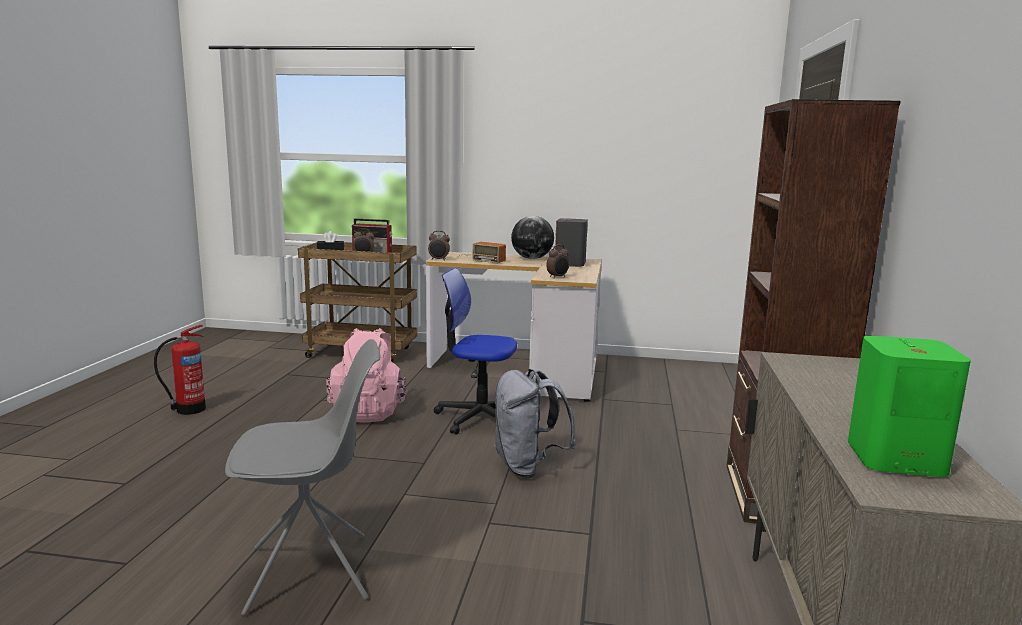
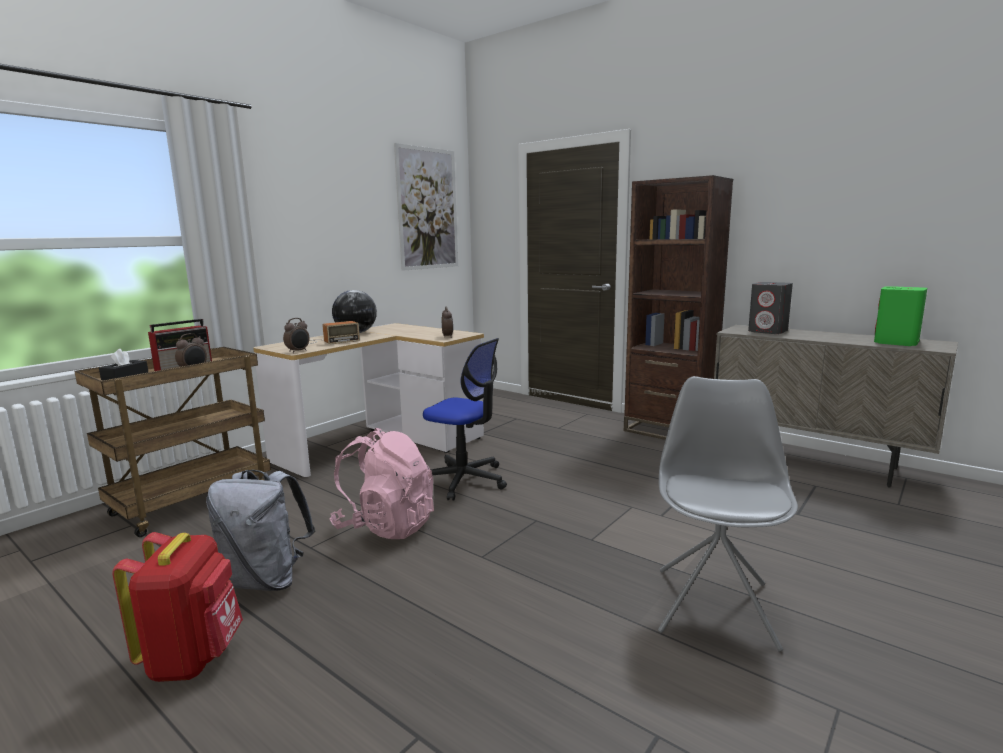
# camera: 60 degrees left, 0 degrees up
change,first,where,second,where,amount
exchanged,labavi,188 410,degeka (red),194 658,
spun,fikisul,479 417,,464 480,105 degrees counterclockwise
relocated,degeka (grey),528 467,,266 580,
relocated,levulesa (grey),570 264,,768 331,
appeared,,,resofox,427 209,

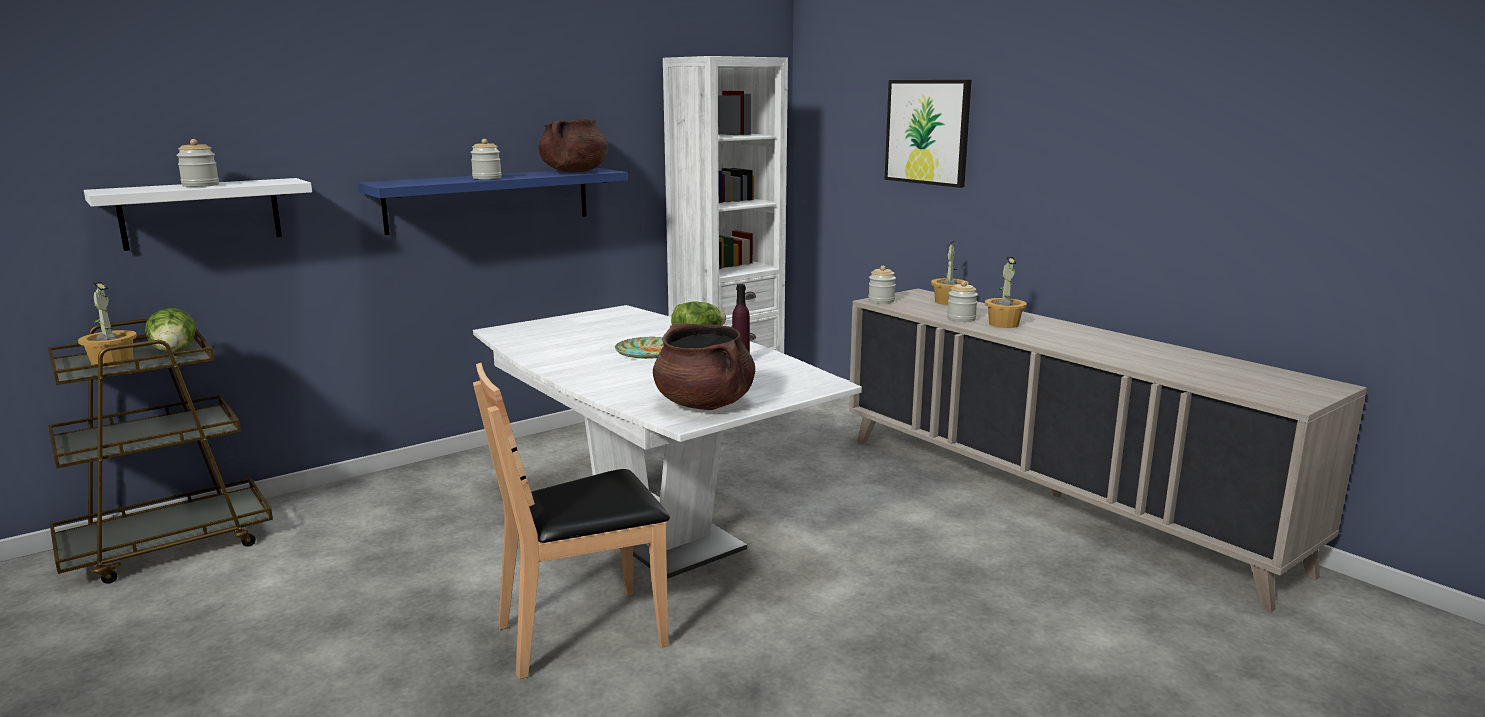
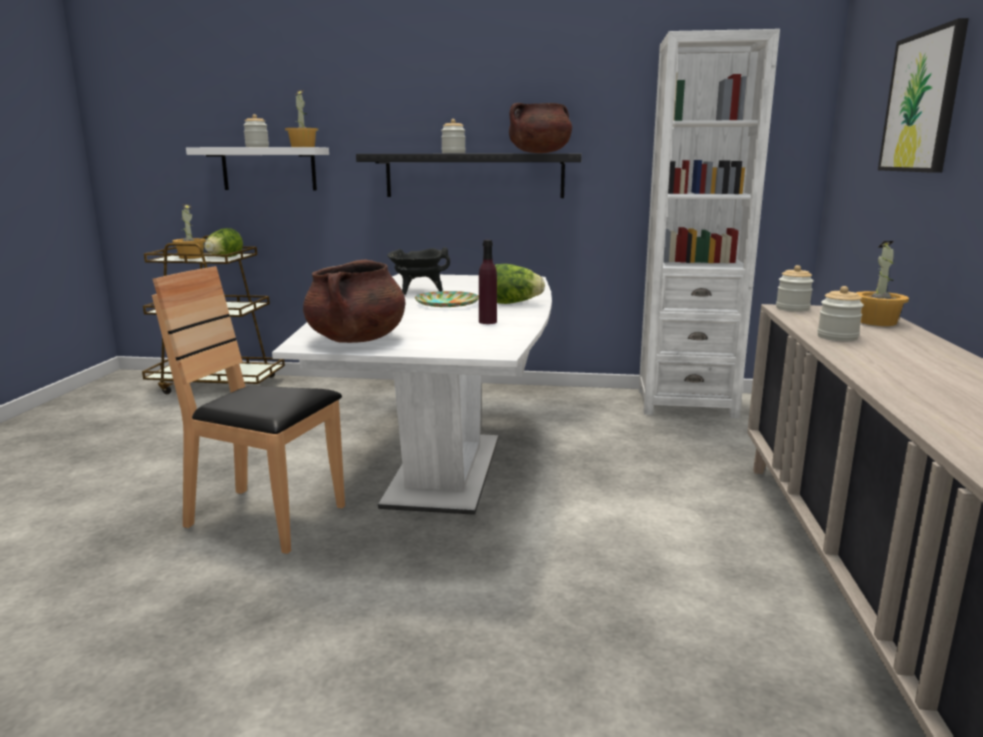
# camera: 45 degrees right, 0 degrees up
change,first,where,second,where,amount
colour,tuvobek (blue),490 200,tuvobek (black),474 175,
relocated,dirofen,1003 324,,303 147,
appeared,,,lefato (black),418 291,

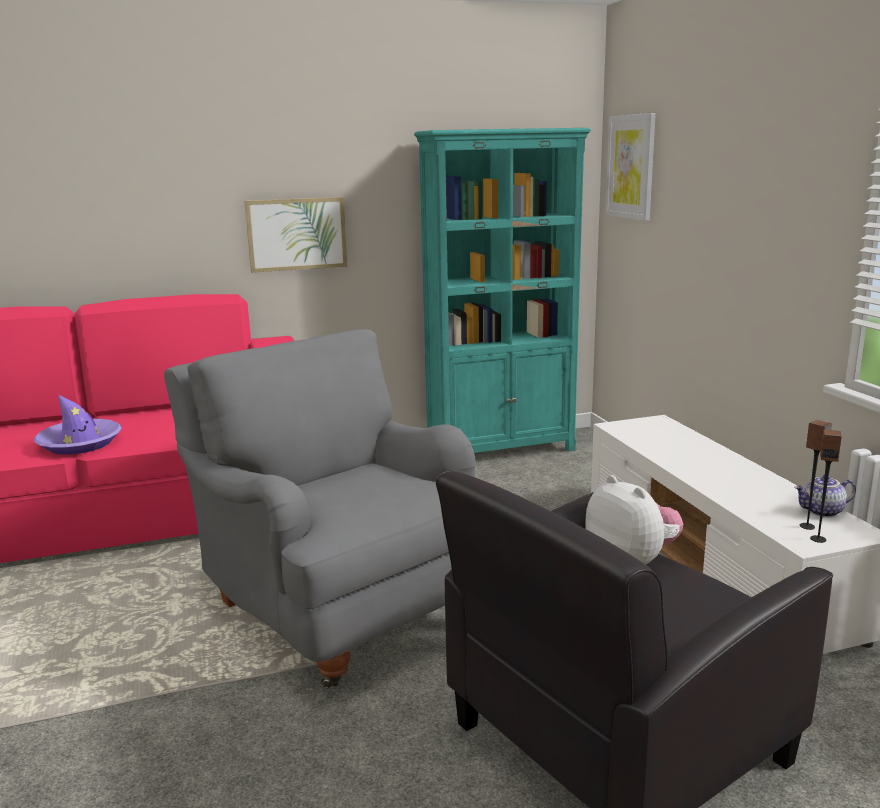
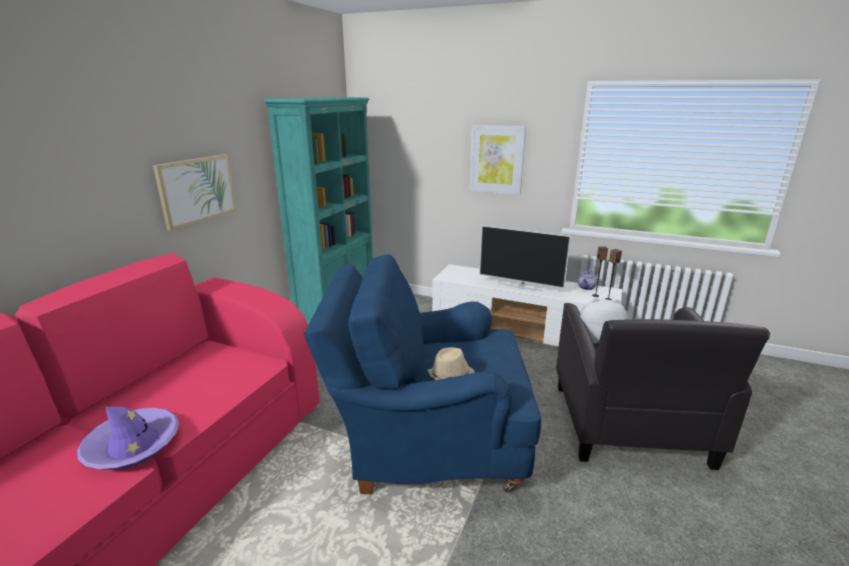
# camera: 50 degrees left, 5 degrees up
change,first,where,second,where,amount
colour,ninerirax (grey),340 607,ninerirax (blue),429 447,
relocated,resofox,630 167,,496 159,
appeared,,,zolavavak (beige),450 376,
appeared,,,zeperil,520 286,

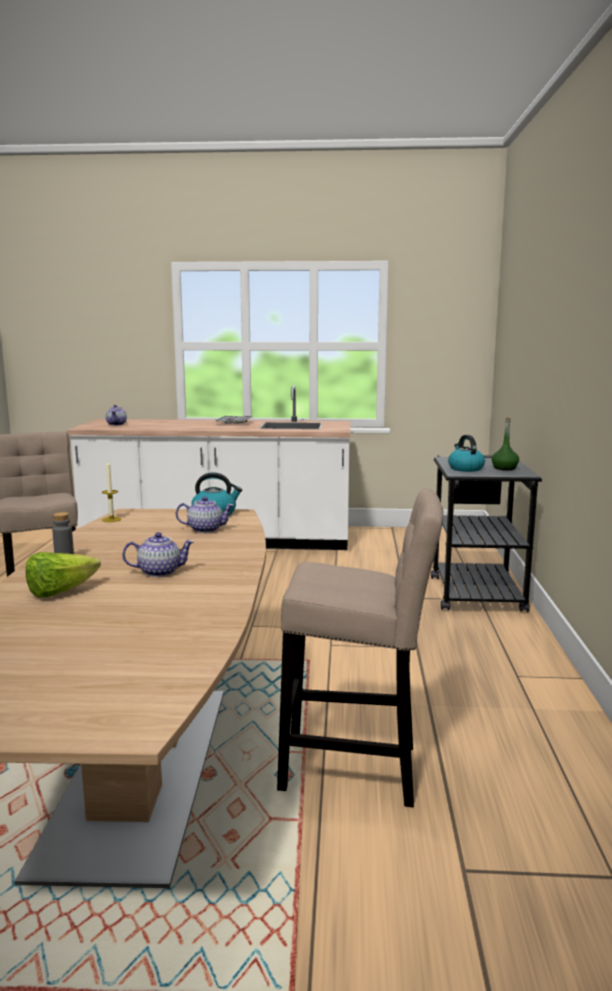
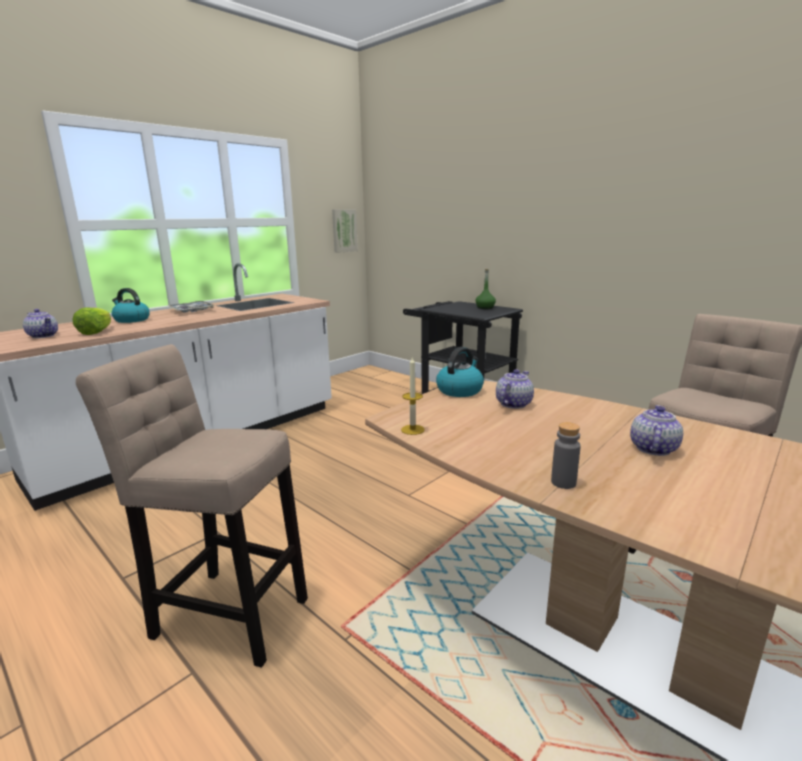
# camera: 50 degrees left, 5 degrees up
change,first,where,second,where,amount
relocated,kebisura,60 592,,96 332,
relocated,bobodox,465 468,,131 320,
appeared,,,resofox,343 230,

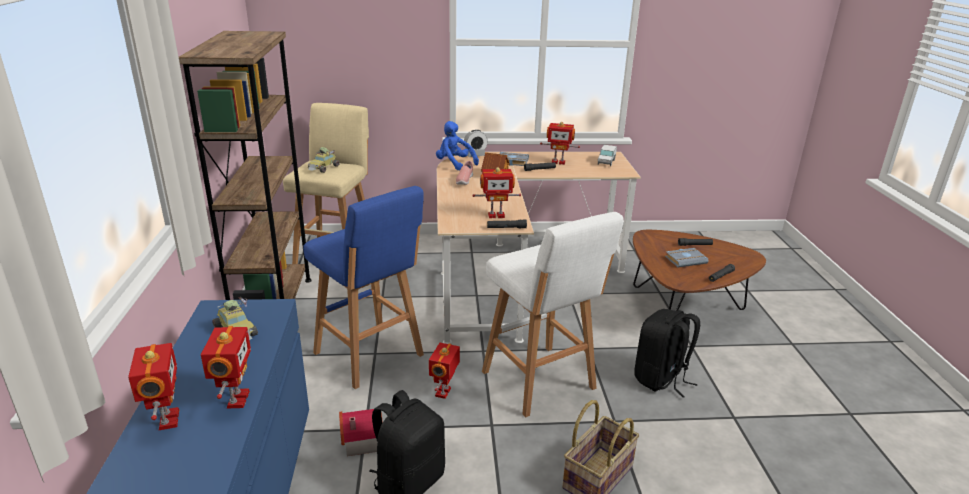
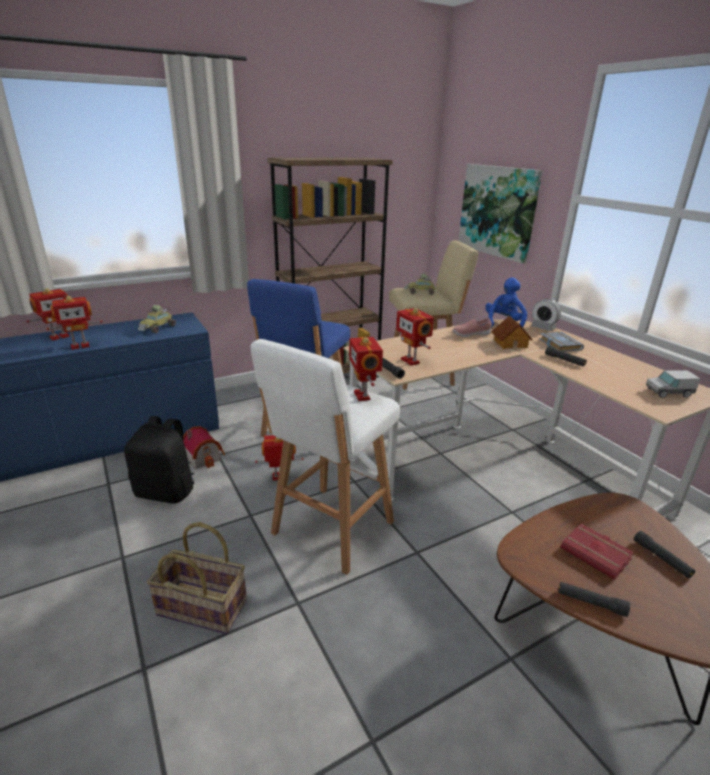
# camera: 65 degrees right, 0 degrees up
change,first,where,second,where,amount
relocated,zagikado,558 162,,363 395,
missing,degeka (black),661 379,,,
colour,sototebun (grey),686 260,sototebun (red),597 554,
appeared,,,resofox,498 211,

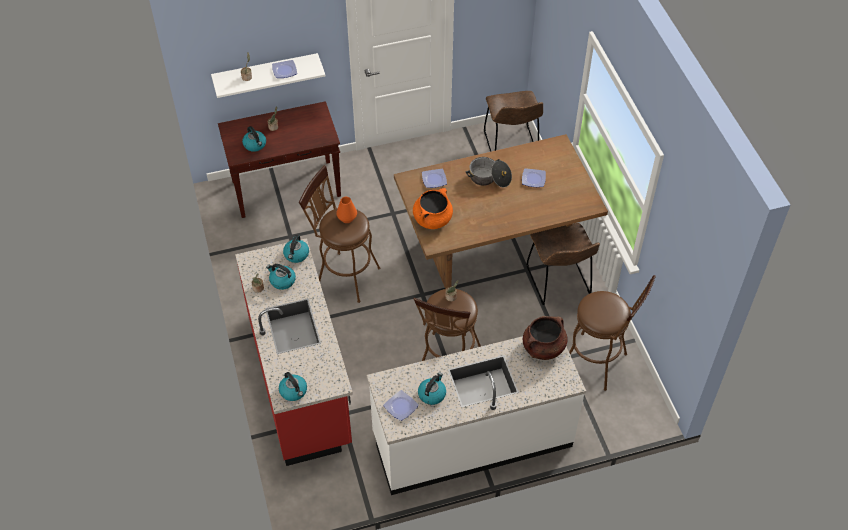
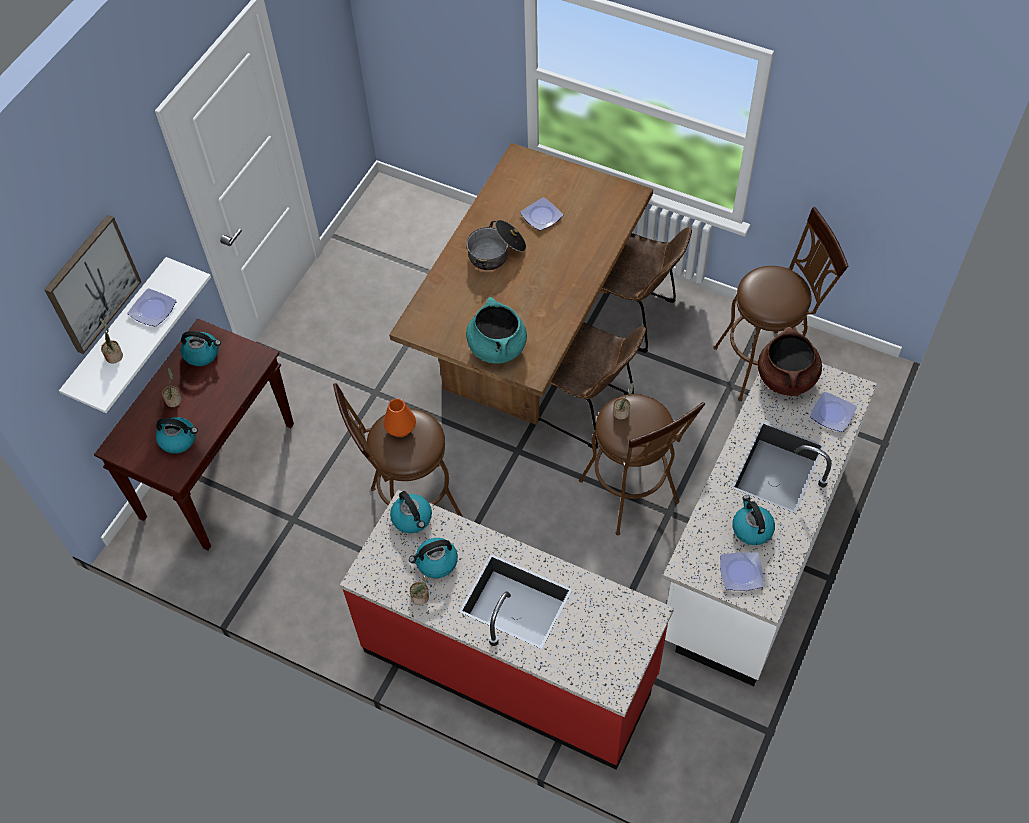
# camera: 45 degrees left, 5 degrees up
change,first,where,second,where,amount
relocated,bobodox,294 391,,202 353,
colour,lefato (orange),432 219,lefato (turquoise),497 347,
relocated,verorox,434 179,,832 413,
relocated,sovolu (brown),511 147,,587 409,
appeared,,,resofox,92 284,

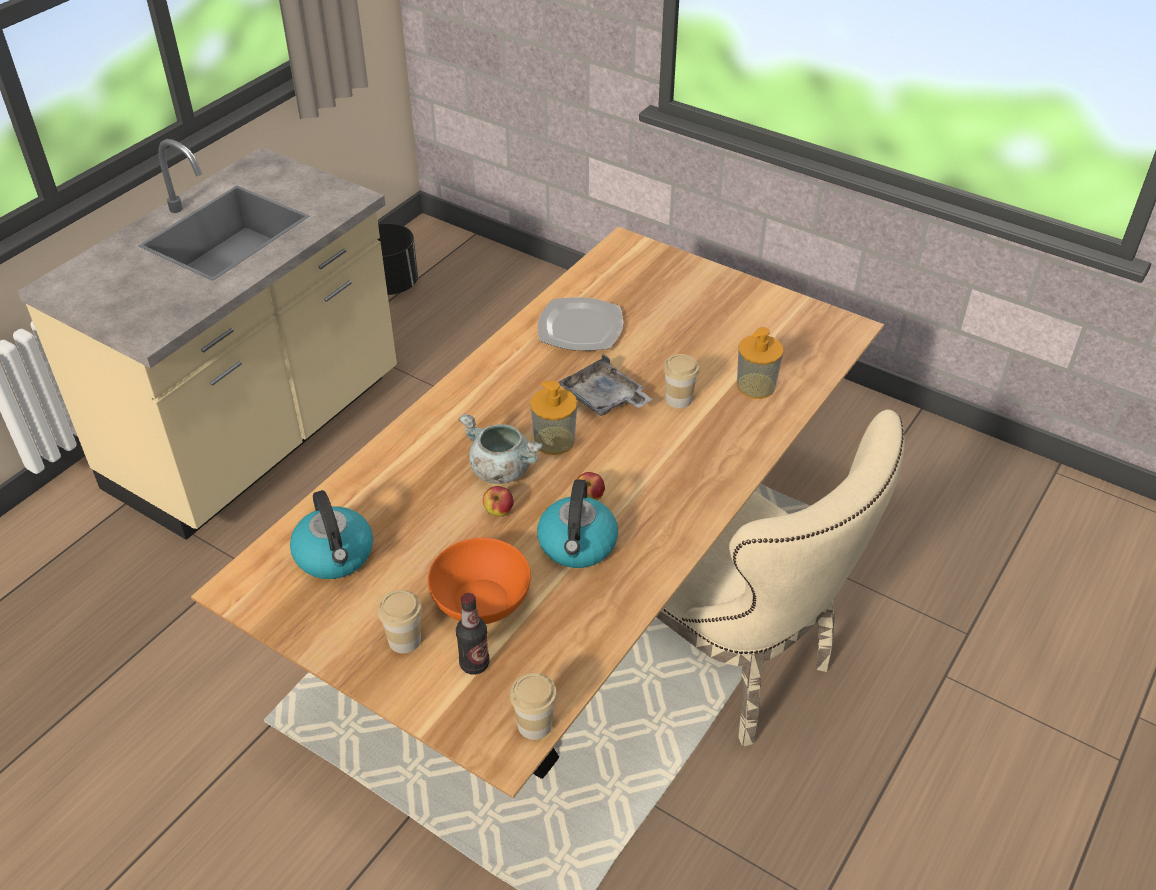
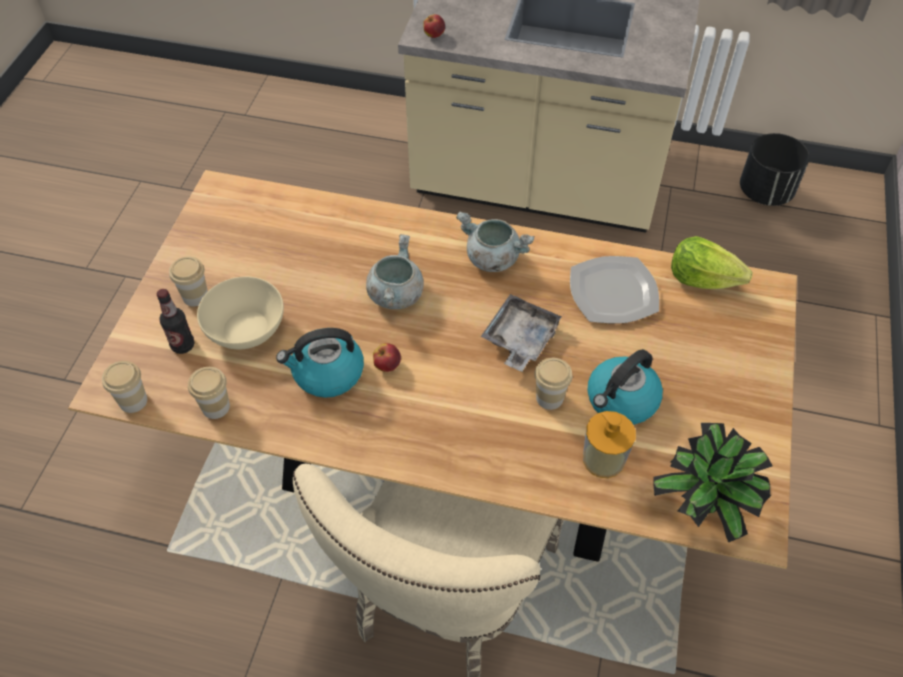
# camera: 70 degrees right, 10 degrees up
change,first,where,second,where,amount
relocated,bobodox,335 556,,621 401,
colour,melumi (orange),481 602,melumi (beige),245 329,
relocated,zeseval,499 511,,434 35,
missing,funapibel,554 441,,,
appeared,,,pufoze,216 407,
appeared,,,lefato (grey),492 258,
appeared,,,dirofen,703 509,
appeared,,,kebisura,702 279,

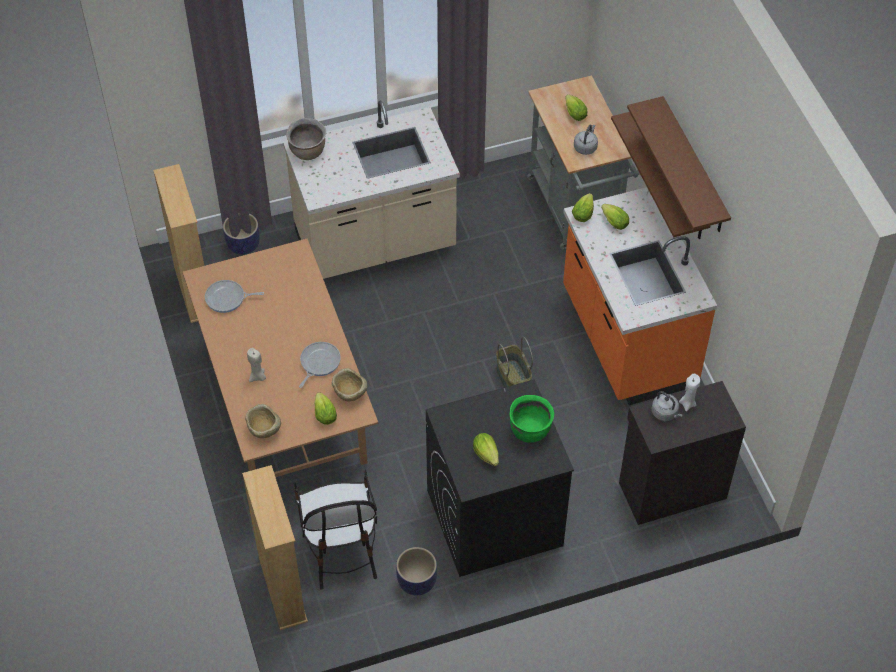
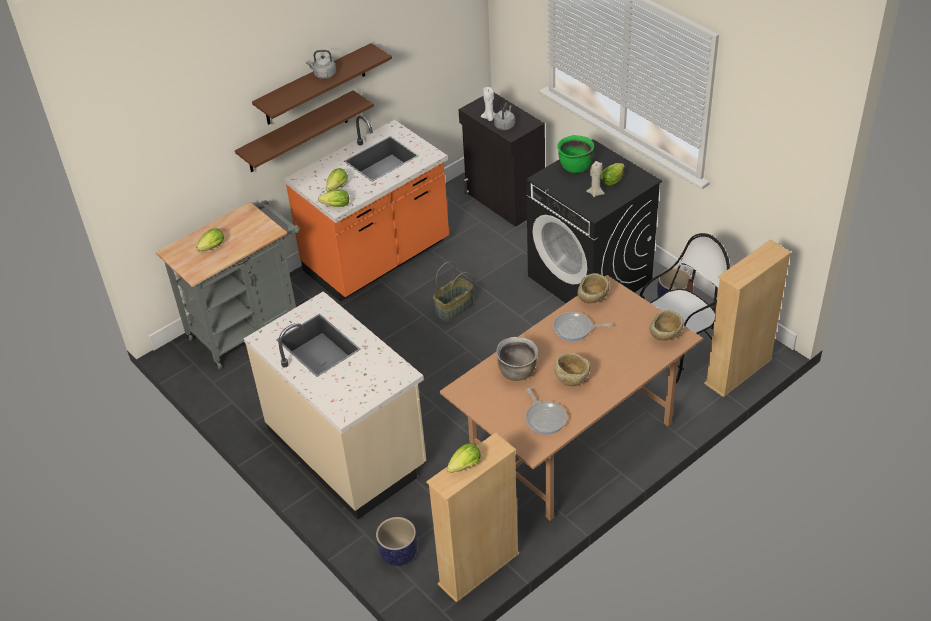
# camera: 110 degrees left, 10 degrees down
change,first,where,second,where,amount
relocated,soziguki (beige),258 377,,595 193,
relocated,lefato (brown),308 152,,517 372,
relocated,kebisura,324 413,,463 467,
relocated,bobodox (grey),585 147,,323 75,
appeared,,,melumi (beige),572 379,

